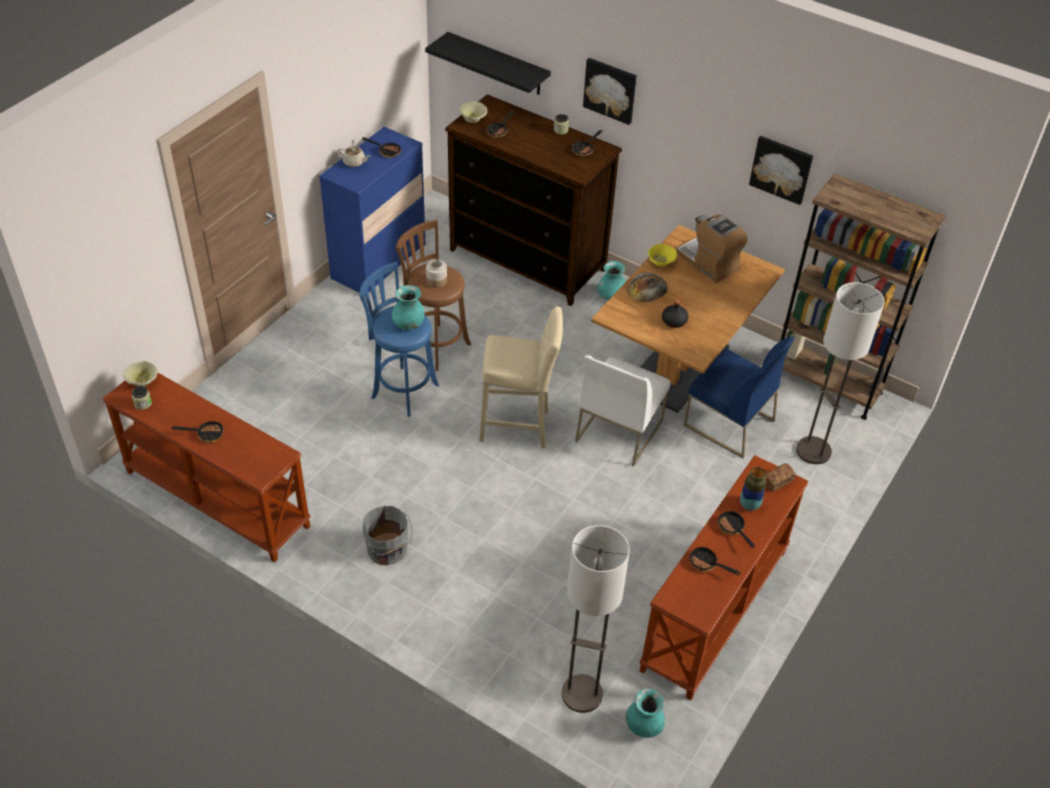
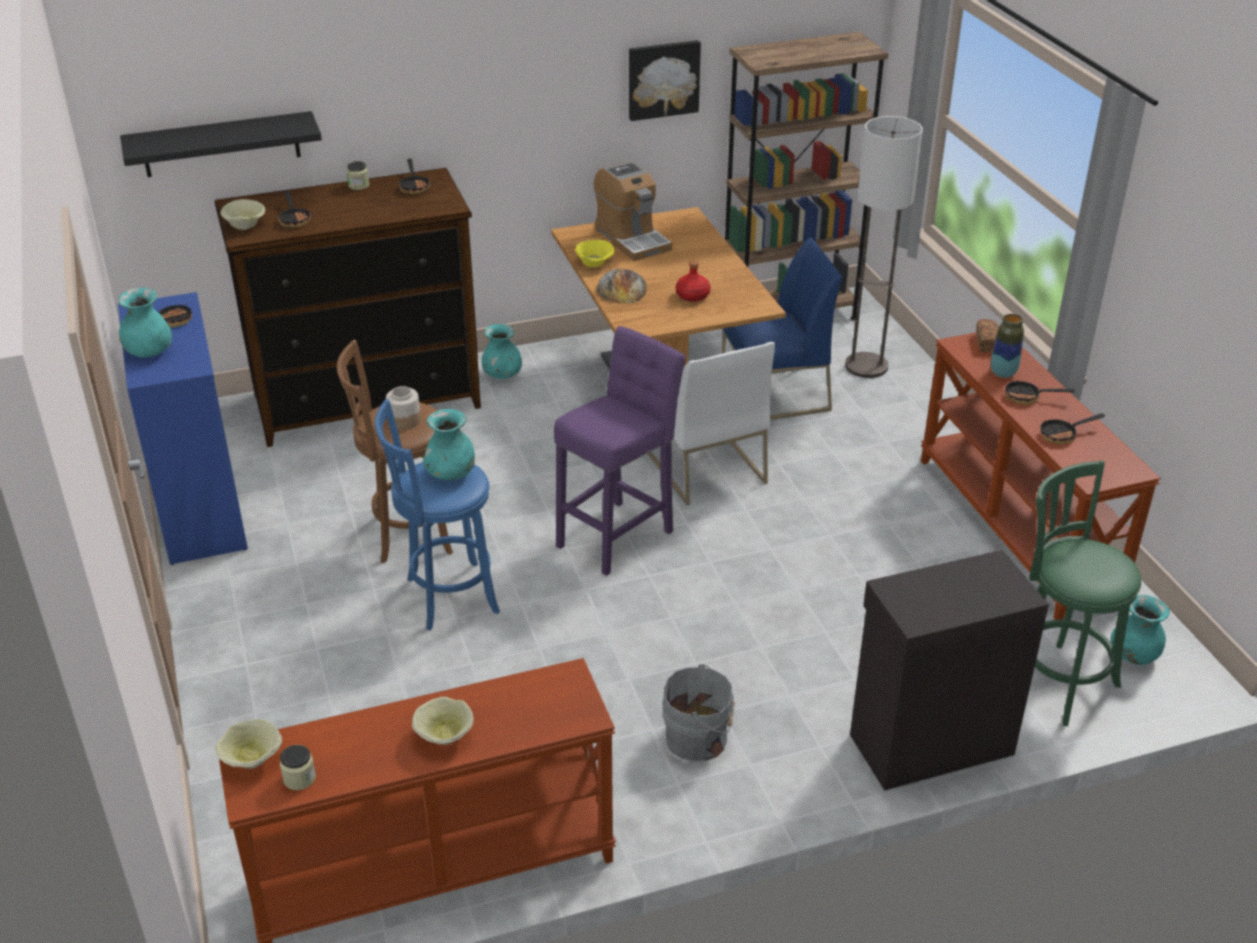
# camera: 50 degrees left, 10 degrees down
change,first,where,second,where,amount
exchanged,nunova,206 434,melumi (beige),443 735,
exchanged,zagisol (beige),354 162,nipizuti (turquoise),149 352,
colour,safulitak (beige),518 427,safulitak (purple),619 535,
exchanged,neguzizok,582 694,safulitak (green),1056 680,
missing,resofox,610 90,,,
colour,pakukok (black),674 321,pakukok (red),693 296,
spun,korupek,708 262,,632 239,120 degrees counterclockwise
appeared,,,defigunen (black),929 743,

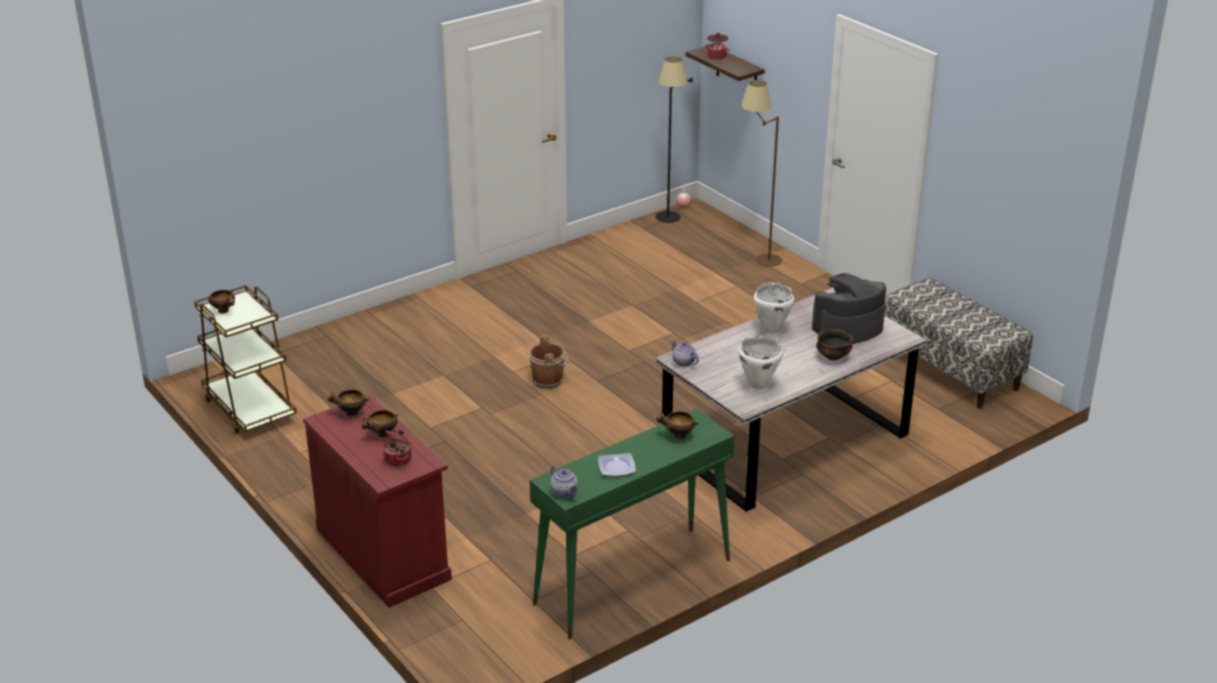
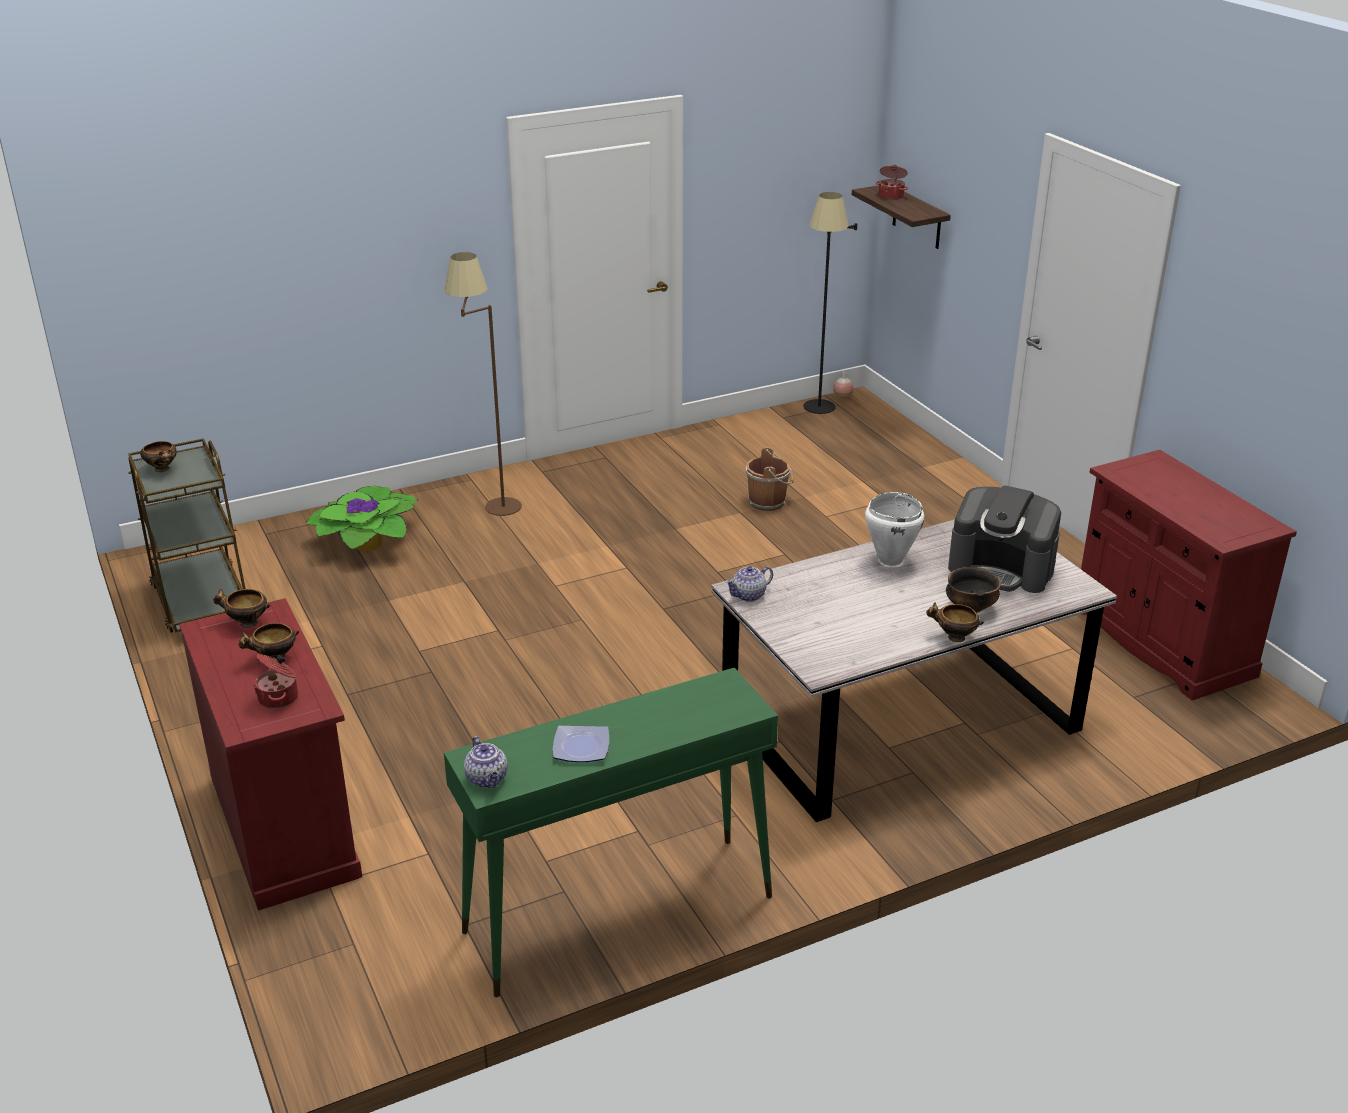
# camera: 10 degrees right, 0 degrees up
change,first,where,second,where,amount
relocated,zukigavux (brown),549 380,,768 501,
relocated,melumi,678 436,,954 637,
spun,zagisol,683 362,,749 595,90 degrees counterclockwise
missing,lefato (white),757 384,,,
relocated,neguzizok (brown),757 257,,490 501,
spun,korupek,847 328,,1002 568,135 degrees counterclockwise
exchanged,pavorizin,950 370,defigunen (red),1160 641,
appeared,,,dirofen,368 542,

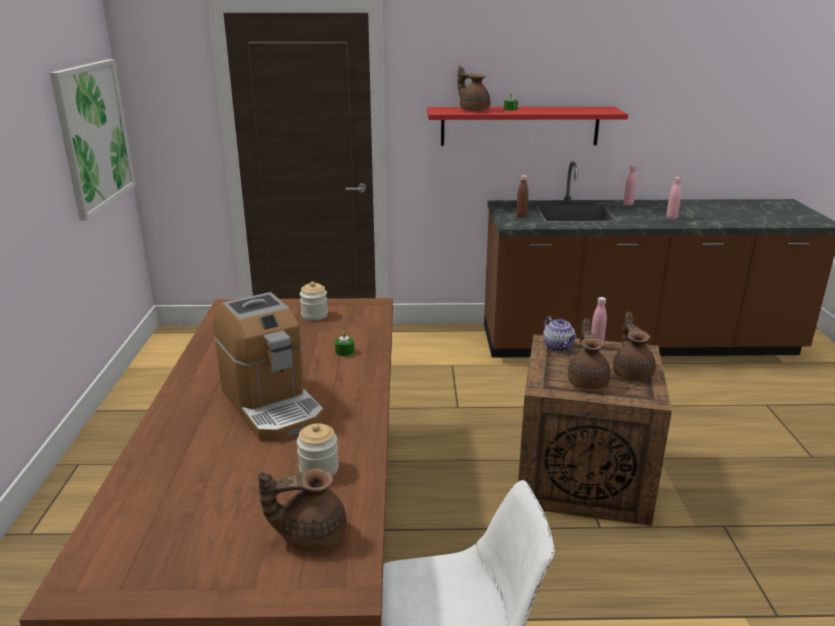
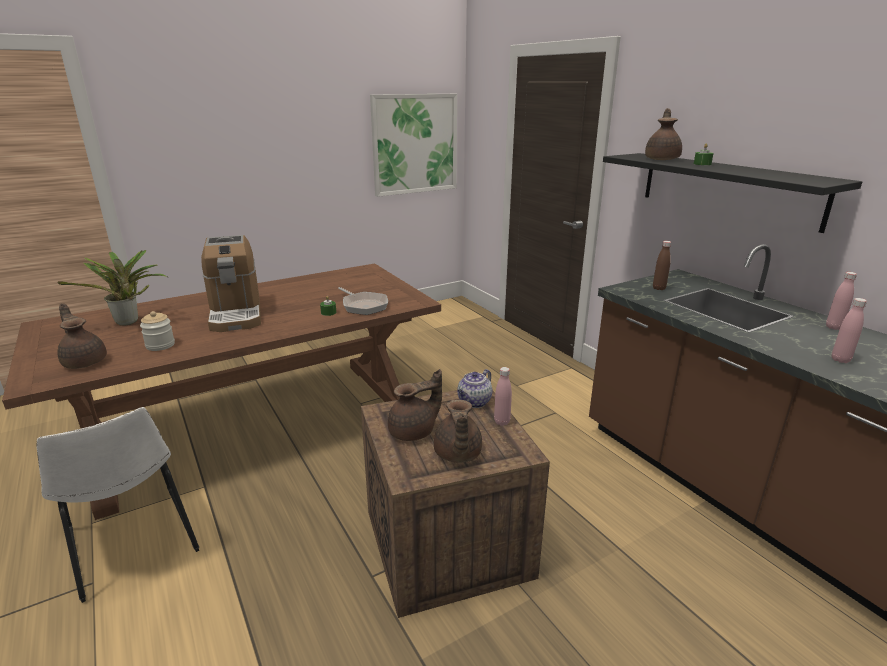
# camera: 60 degrees right, 0 degrees up
change,first,where,second,where,amount
spun,korupek,272 405,,236 314,45 degrees counterclockwise
missing,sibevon,314 315,,,
colour,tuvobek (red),519 126,tuvobek (black),727 189,
spun,zagisol (brown),632 373,,457 455,120 degrees clockwise
appeared,,,dirofen,129 322,
appeared,,,nunova,363 306,

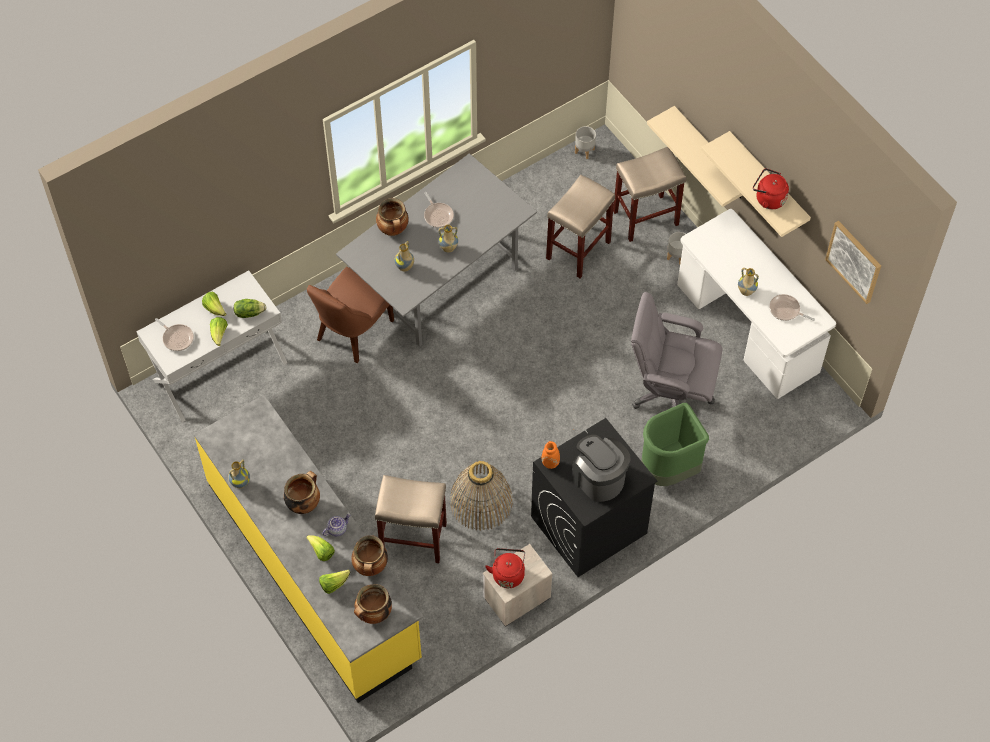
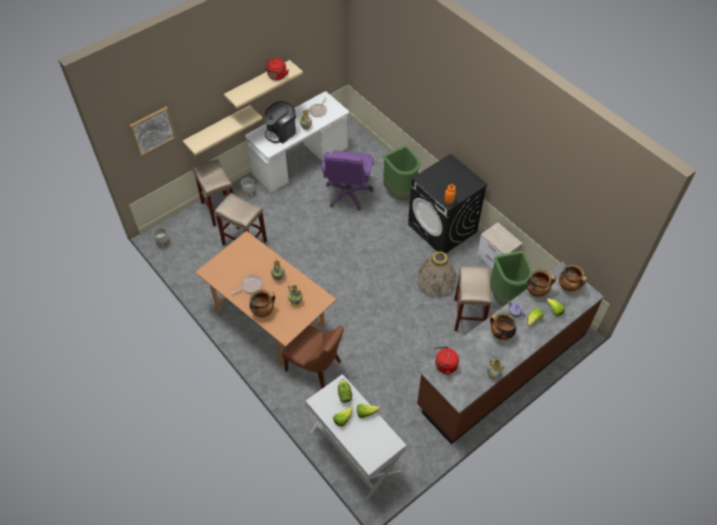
# camera: 95 degrees left, 5 degrees down
change,first,where,second,where,amount
missing,nunova,177 338,,,
colour,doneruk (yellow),314 570,doneruk (brown),502 369,
colour,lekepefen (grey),439 279,lekepefen (brown),269 318,
relocated,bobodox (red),508 573,,444 366,
relocated,korupek,598 478,,281 132,
colour,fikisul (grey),670 393,fikisul (purple),348 194,
relocated,resofox,854 261,,152 130,
appeared,,,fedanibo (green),506 297,

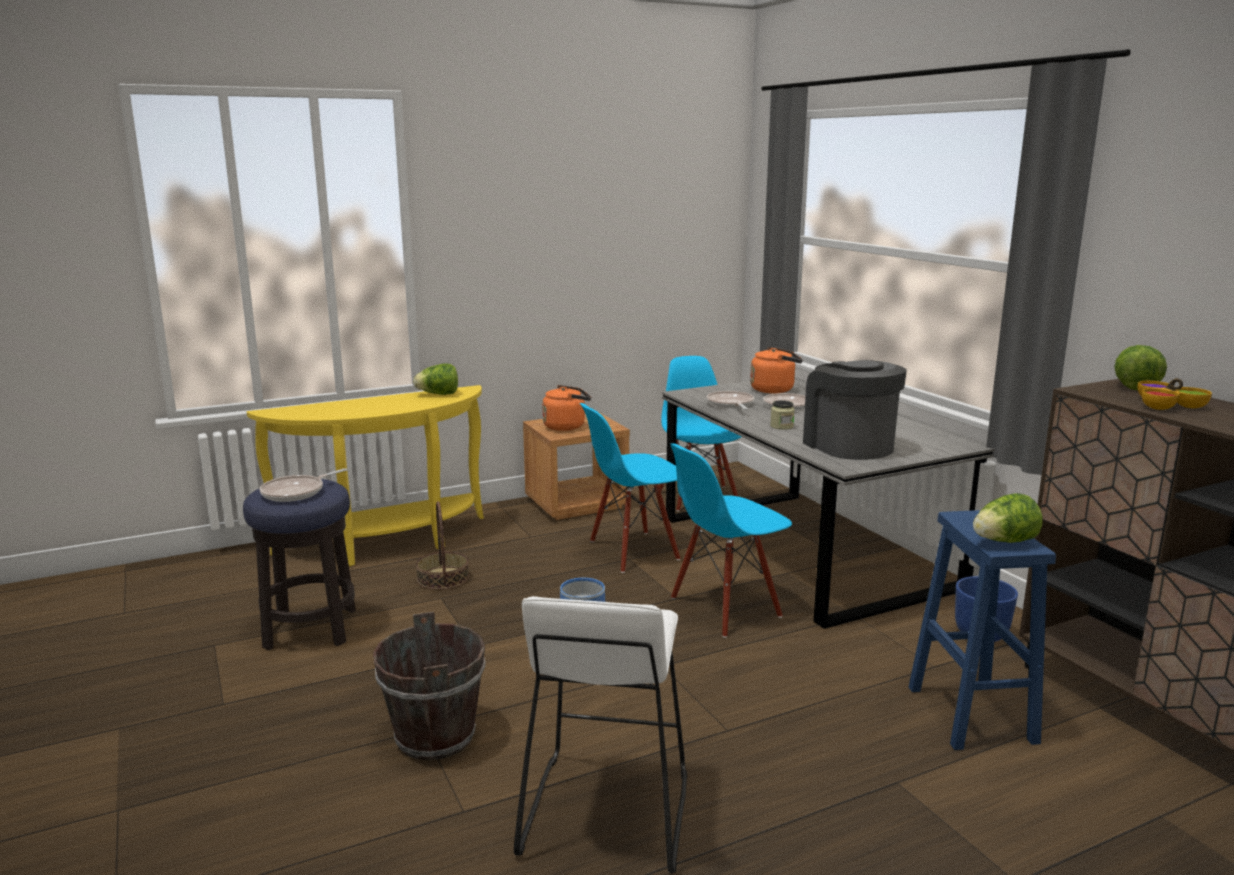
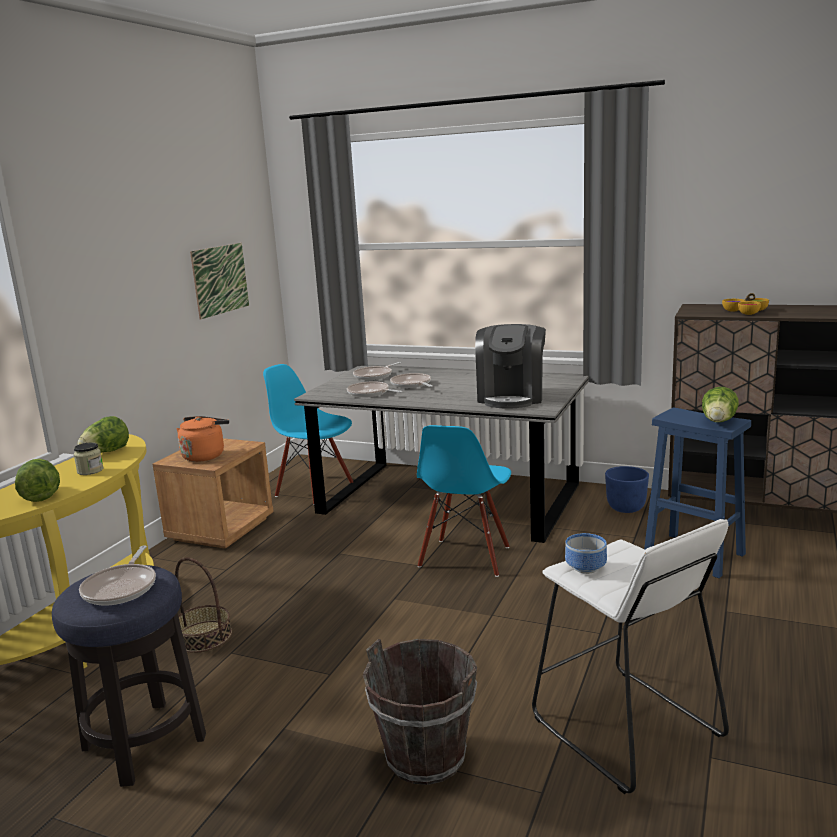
# camera: 40 degrees left, 0 degrees up
change,first,where,second,where,amount
missing,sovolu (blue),633 551,,,
exchanged,bobodox (orange),774 390,nunova,375 376,
relocated,sibevon,781 426,,90 471,
spun,korupek,848 445,,511 397,105 degrees counterclockwise
relocated,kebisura,1134 386,,40 495,
appeared,,,resofox,220 279,

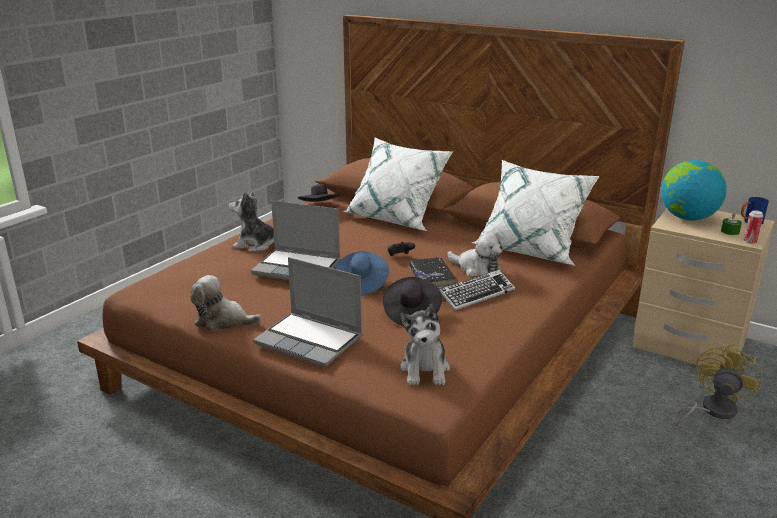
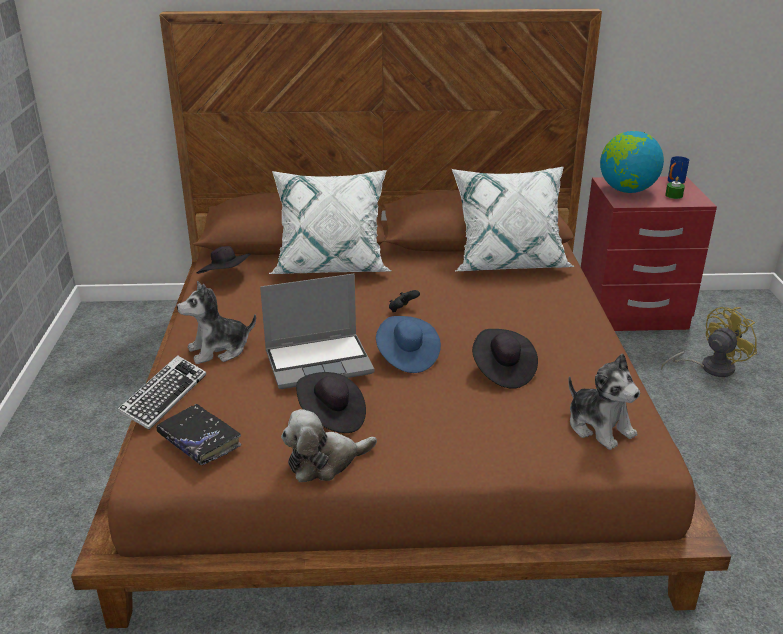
# camera: 35 degrees left, 5 degrees up
change,first,where,second,where,amount
missing,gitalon,310 340,,,
relocated,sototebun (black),431 279,,199 441,
relocated,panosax,476 294,,164 397,
missing,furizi,476 269,,,
colour,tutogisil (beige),688 345,tutogisil (red),631 313,
spun,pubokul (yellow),711 410,,709 368,60 degrees clockwise
missing,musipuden,750 242,,,
appeared,,,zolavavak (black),332 417,

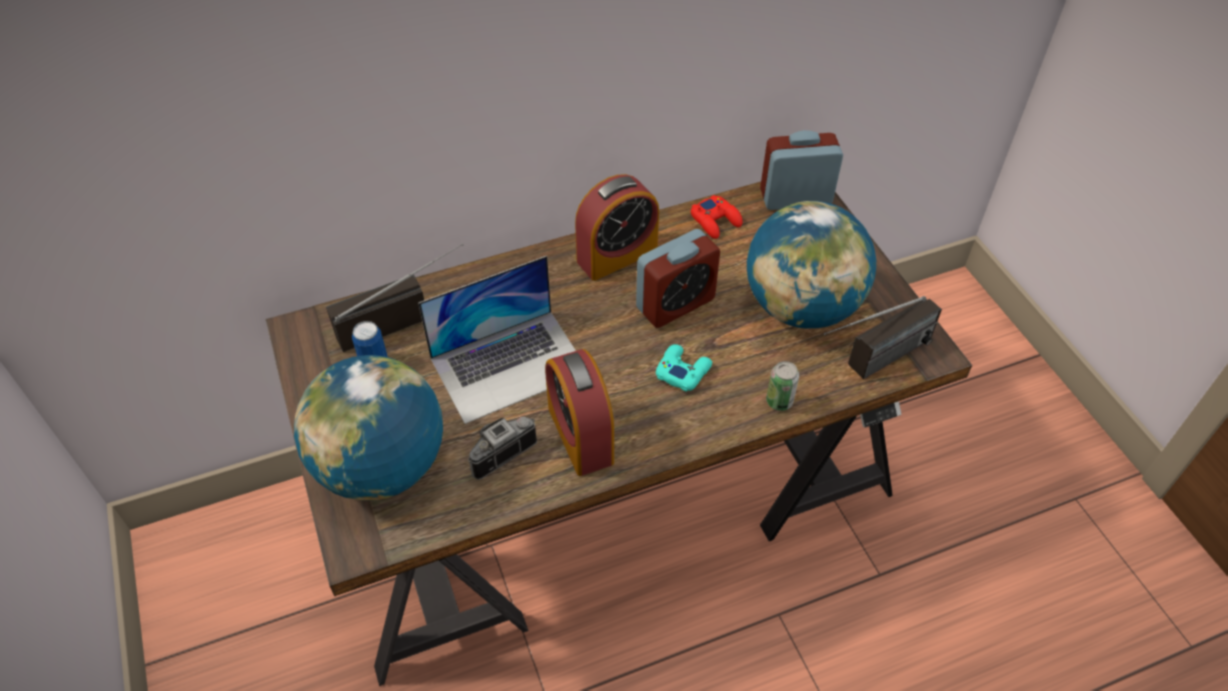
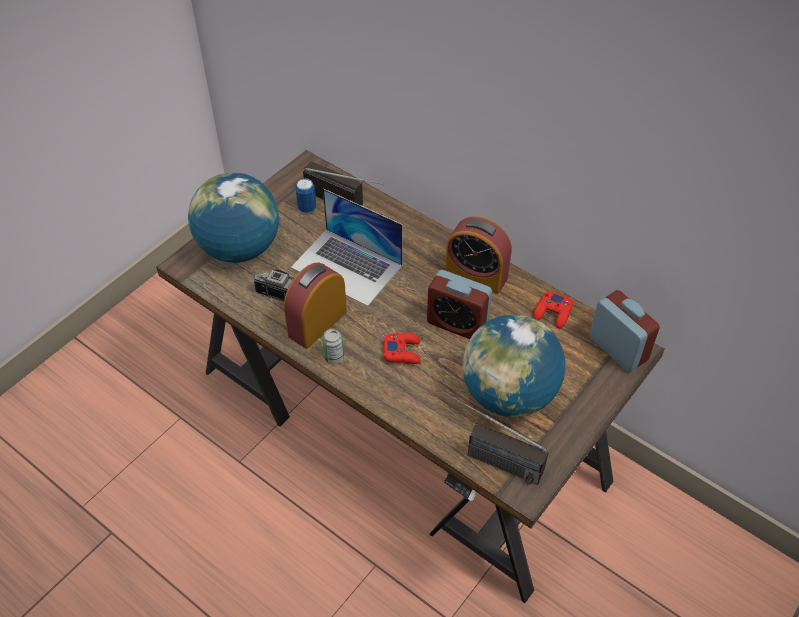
# camera: 60 degrees right, 0 degrees up
change,first,where,second,where,amount
colour,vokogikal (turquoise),682 371,vokogikal (red),402 351,
relocated,musipuden,779 401,,334 357,

